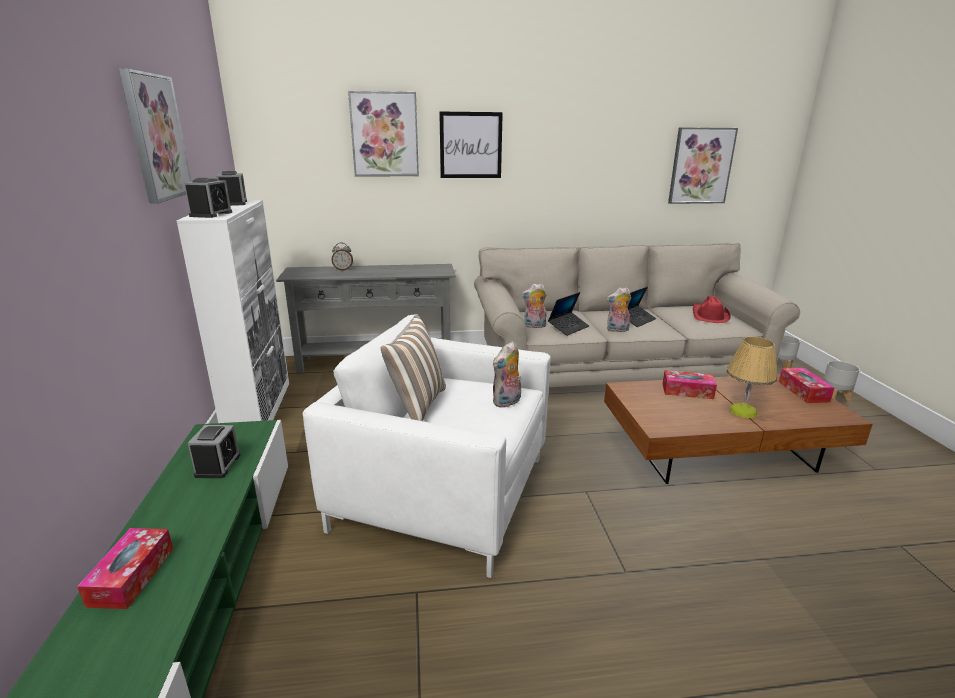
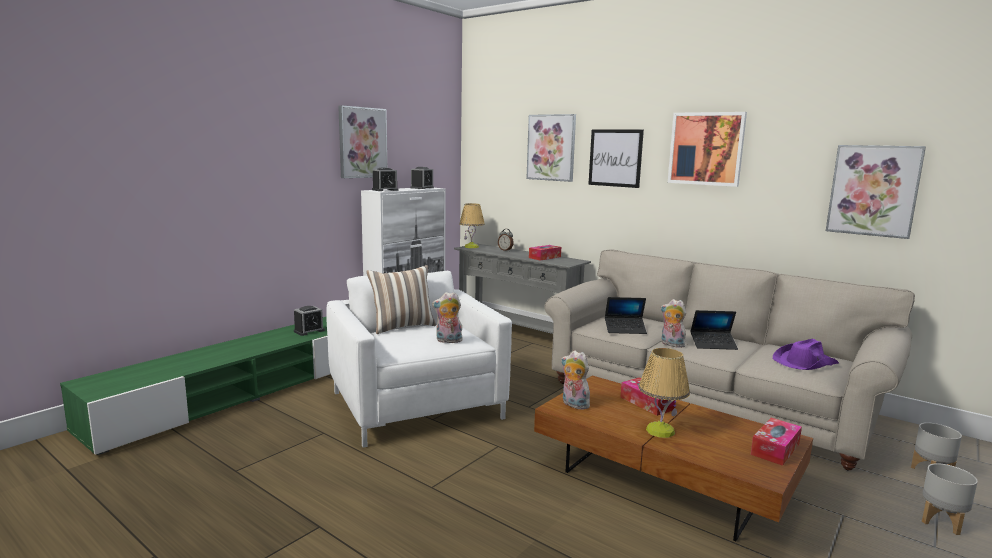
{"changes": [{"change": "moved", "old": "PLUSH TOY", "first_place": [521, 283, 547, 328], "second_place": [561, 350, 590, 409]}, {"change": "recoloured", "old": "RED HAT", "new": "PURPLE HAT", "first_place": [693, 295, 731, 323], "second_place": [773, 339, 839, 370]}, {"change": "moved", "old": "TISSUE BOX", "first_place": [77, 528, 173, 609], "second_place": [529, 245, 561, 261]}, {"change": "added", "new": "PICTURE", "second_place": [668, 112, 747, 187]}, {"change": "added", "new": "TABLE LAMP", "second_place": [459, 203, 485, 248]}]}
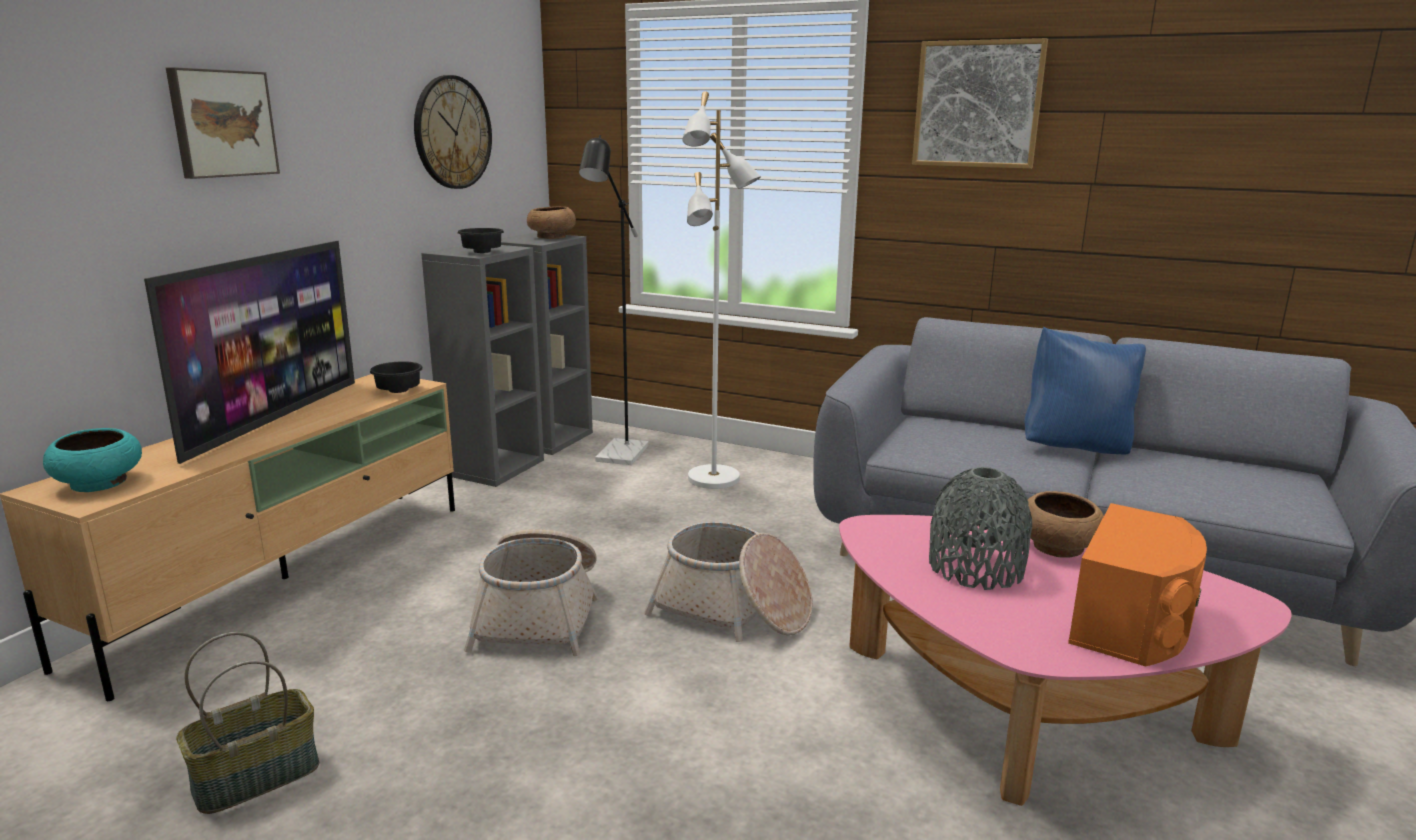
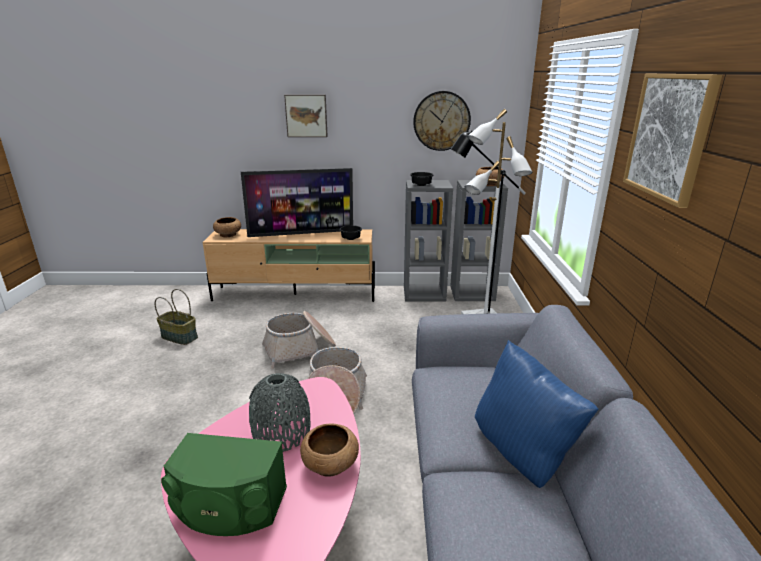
{"changes": [{"change": "recoloured", "old": "TURQUOISE BOWL", "new": "BROWN BOWL", "first_place": [43, 428, 142, 492], "second_place": [213, 217, 241, 237]}, {"change": "recoloured", "old": "ORANGE SPEAKER", "new": "GREEN SPEAKER", "first_place": [1068, 503, 1207, 666], "second_place": [161, 433, 287, 536]}]}
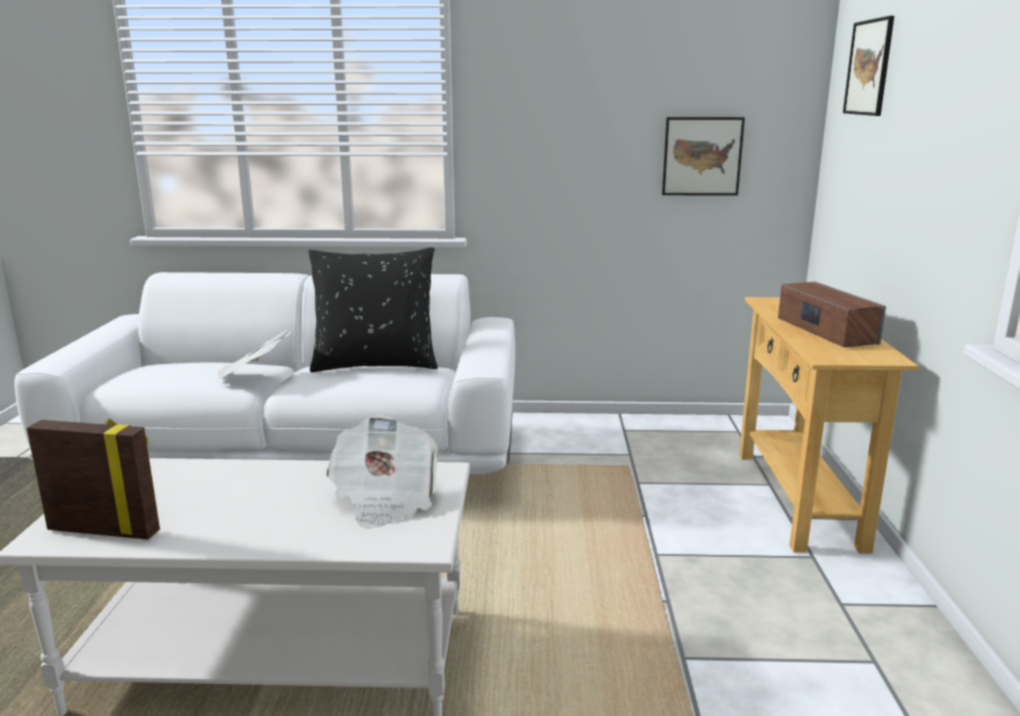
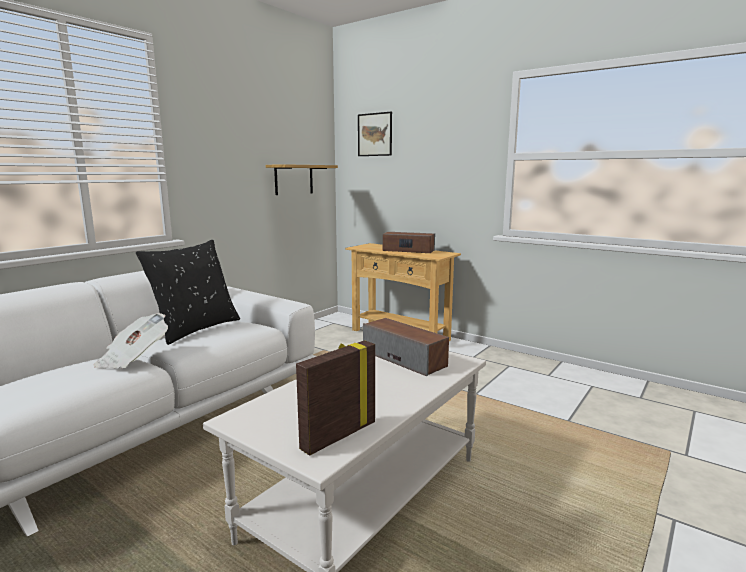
{"changes": [{"change": "replaced", "old": "PICTURE", "new": "SHELF", "first_place": [662, 117, 745, 196], "second_place": [266, 164, 338, 195]}, {"change": "replaced", "old": "NEWSPAPER", "new": "SPEAKER", "first_place": [326, 415, 438, 529], "second_place": [363, 318, 449, 376]}]}
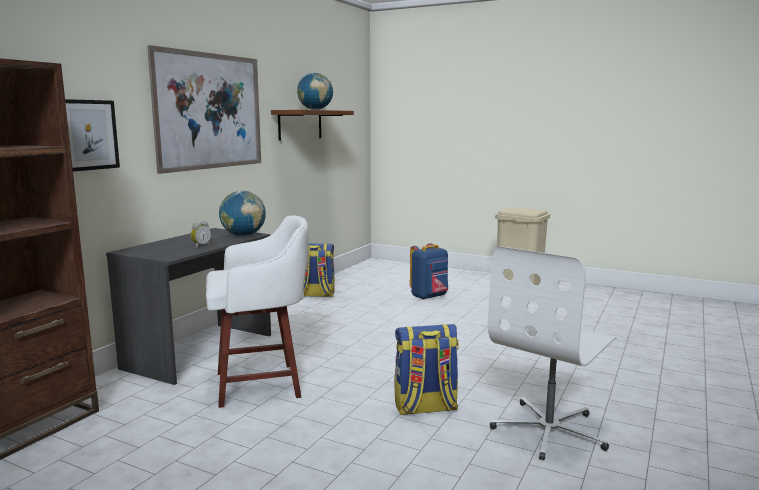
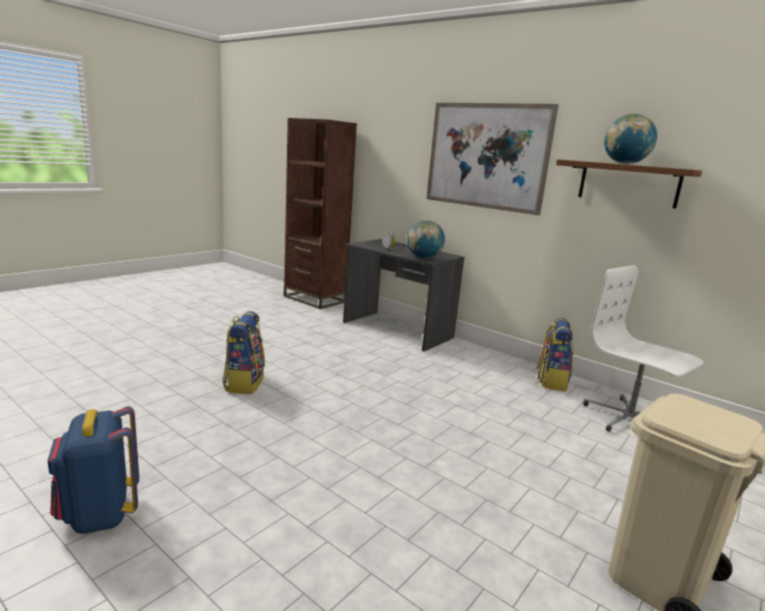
{"changes": [{"change": "removed", "old": "PICTURE", "first_place": [65, 99, 120, 172]}, {"change": "removed", "old": "WHITE STOOL", "first_place": [206, 215, 309, 408]}, {"change": "moved", "old": "BLUE BACKPACK", "first_place": [410, 243, 448, 300], "second_place": [48, 406, 139, 534]}, {"change": "moved", "old": "WHITE OFFICE CHAIR", "first_place": [488, 246, 617, 460], "second_place": [583, 265, 703, 432]}]}
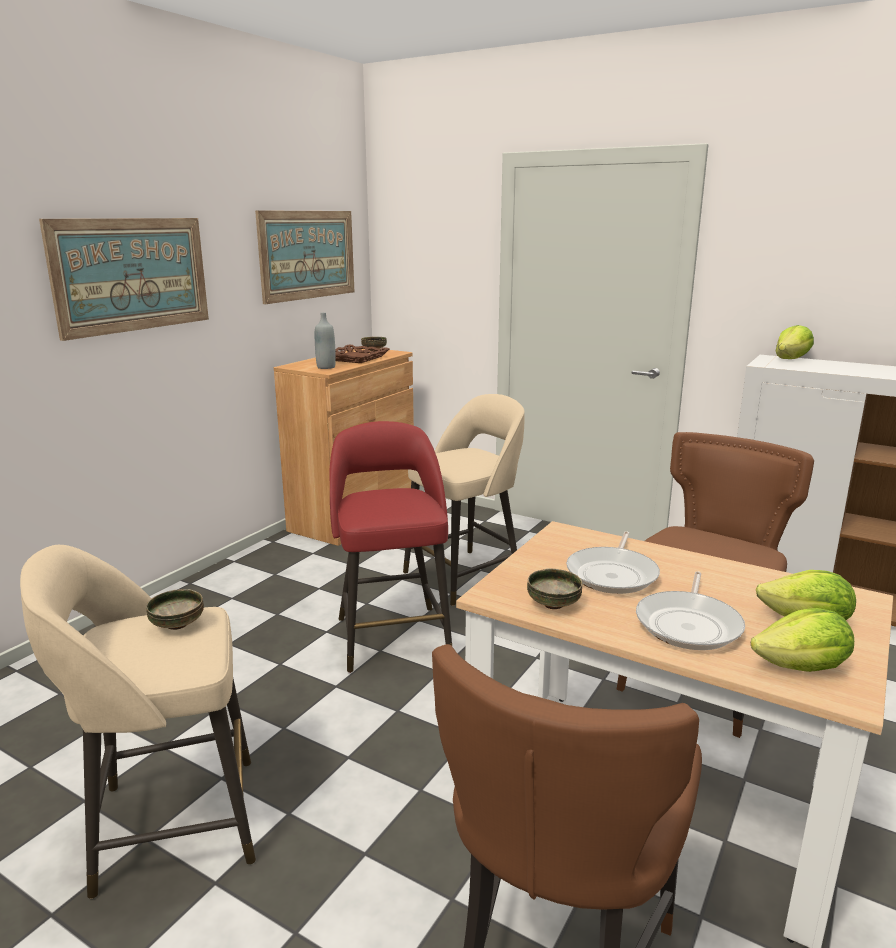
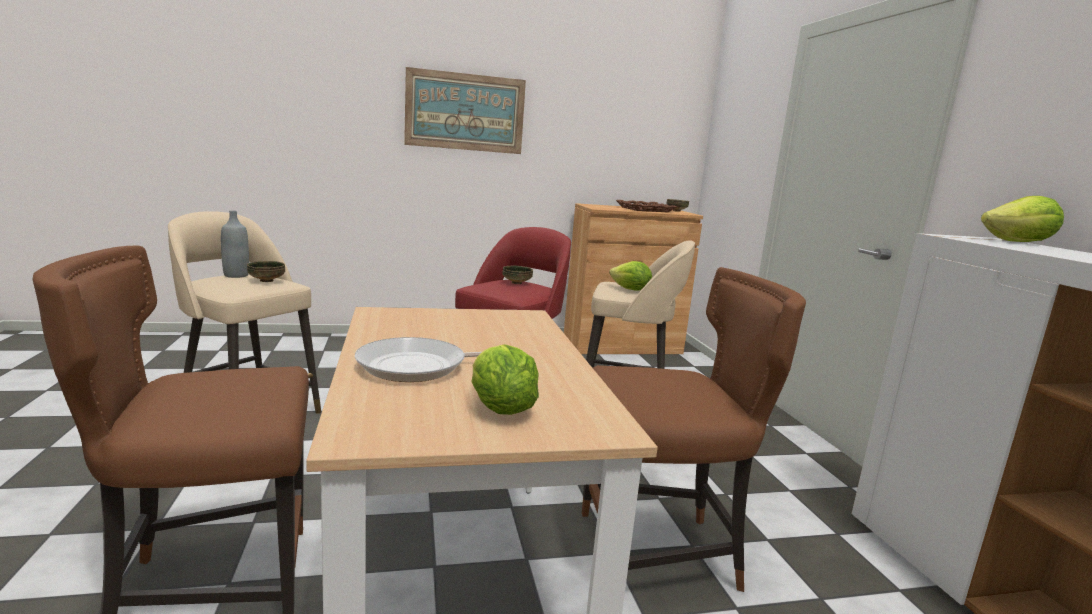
{"changes": [{"change": "removed", "old": "PICTURE", "first_place": [255, 210, 354, 304]}, {"change": "moved", "old": "GREY BOTTLE", "first_place": [315, 312, 336, 369], "second_place": [221, 210, 249, 278]}, {"change": "removed", "old": "FRYING PAN", "first_place": [566, 531, 660, 594]}, {"change": "moved", "old": "BOWL", "first_place": [527, 568, 582, 609], "second_place": [502, 266, 533, 284]}, {"change": "moved", "old": "LETTUCE", "first_place": [751, 608, 854, 672], "second_place": [609, 261, 652, 291]}]}
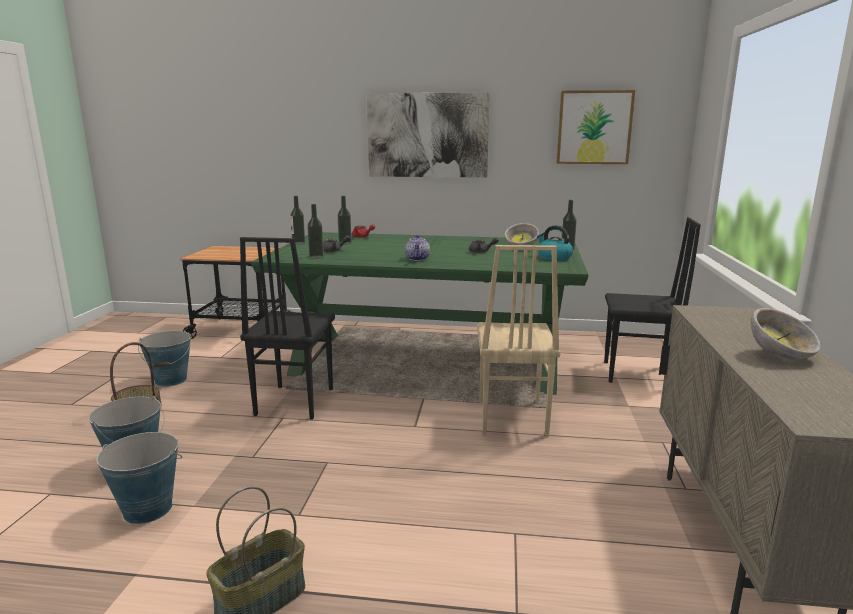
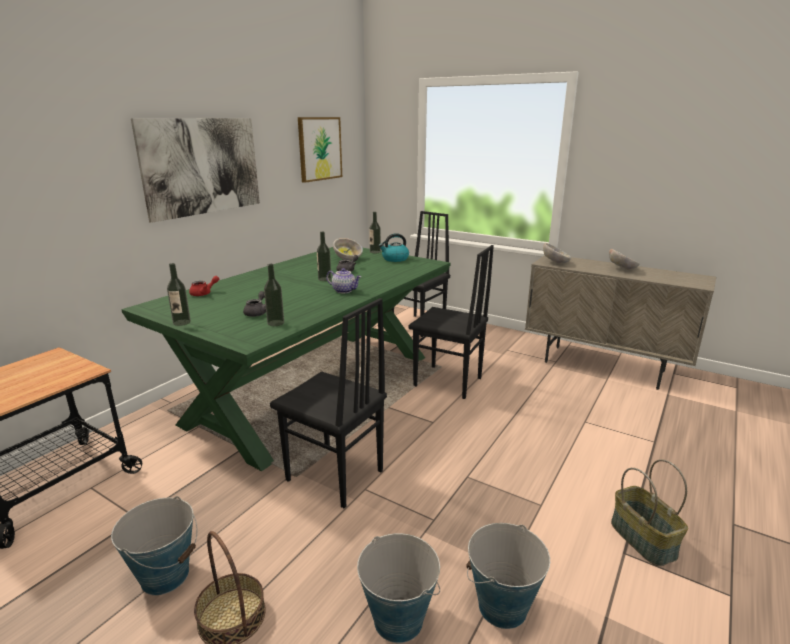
{"changes": [{"change": "moved", "old": "BOTTLE", "first_place": [338, 196, 352, 245], "second_place": [317, 231, 331, 281]}, {"change": "recoloured", "old": "BEIGE CHAIR", "new": "BLACK CHAIR", "first_place": [477, 245, 561, 437], "second_place": [409, 245, 494, 399]}, {"change": "added", "new": "BOWL", "second_place": [543, 243, 571, 264]}]}
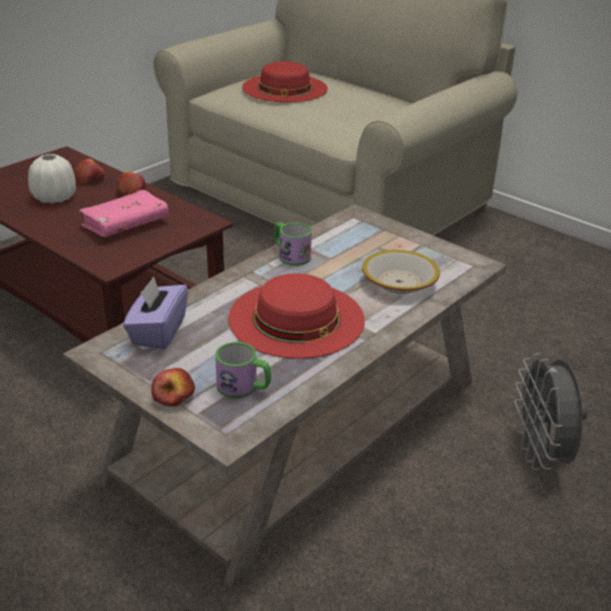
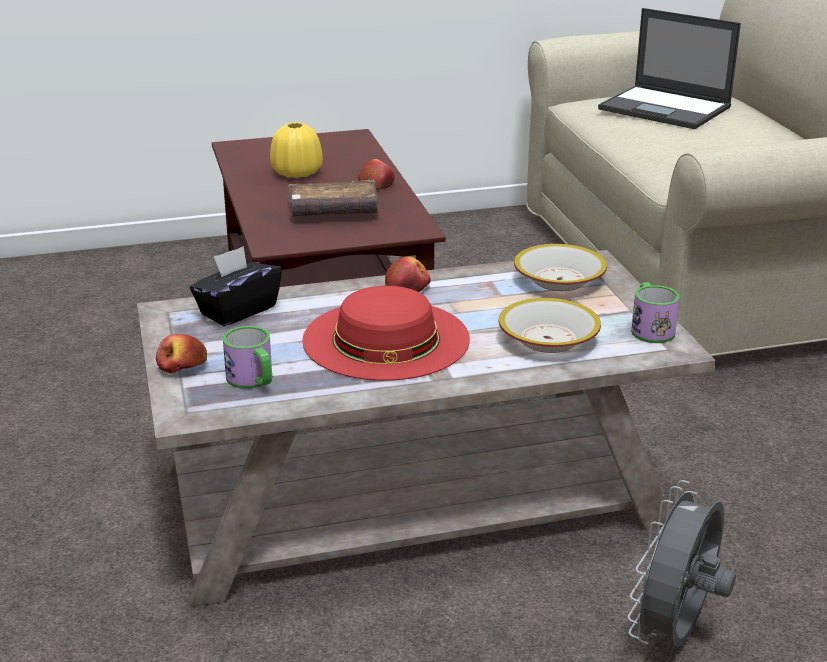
{"changes": [{"change": "replaced", "old": "RED HAT", "new": "LAPTOP", "first_place": [242, 61, 328, 102], "second_place": [598, 8, 741, 129]}, {"change": "recoloured", "old": "WHITE VASE", "new": "YELLOW VASE", "first_place": [28, 154, 76, 204], "second_place": [270, 122, 323, 178]}, {"change": "moved", "old": "APPLE", "first_place": [74, 159, 105, 185], "second_place": [385, 257, 431, 292]}, {"change": "recoloured", "old": "PINK BOOK", "new": "BROWN BOOK", "first_place": [79, 190, 169, 237], "second_place": [288, 180, 379, 216]}, {"change": "moved", "old": "MUG", "first_place": [274, 222, 312, 266], "second_place": [631, 282, 680, 343]}, {"change": "recoloured", "old": "PURPLE TISSUE BOX", "new": "BLACK TISSUE BOX", "first_place": [123, 276, 188, 349], "second_place": [190, 246, 282, 326]}, {"change": "added", "new": "BOWL", "second_place": [514, 244, 607, 291]}]}
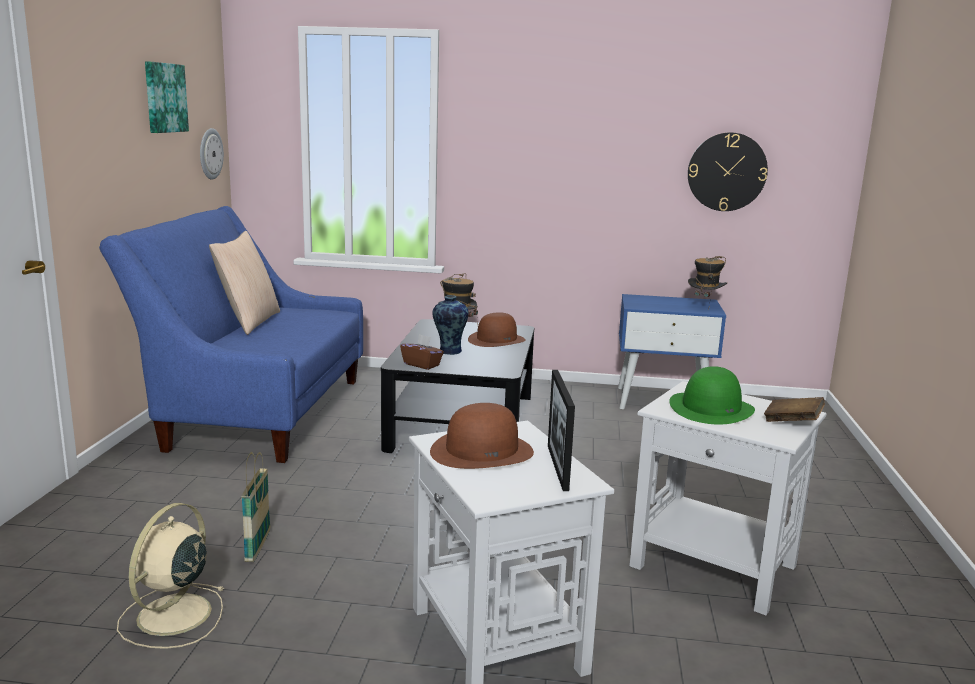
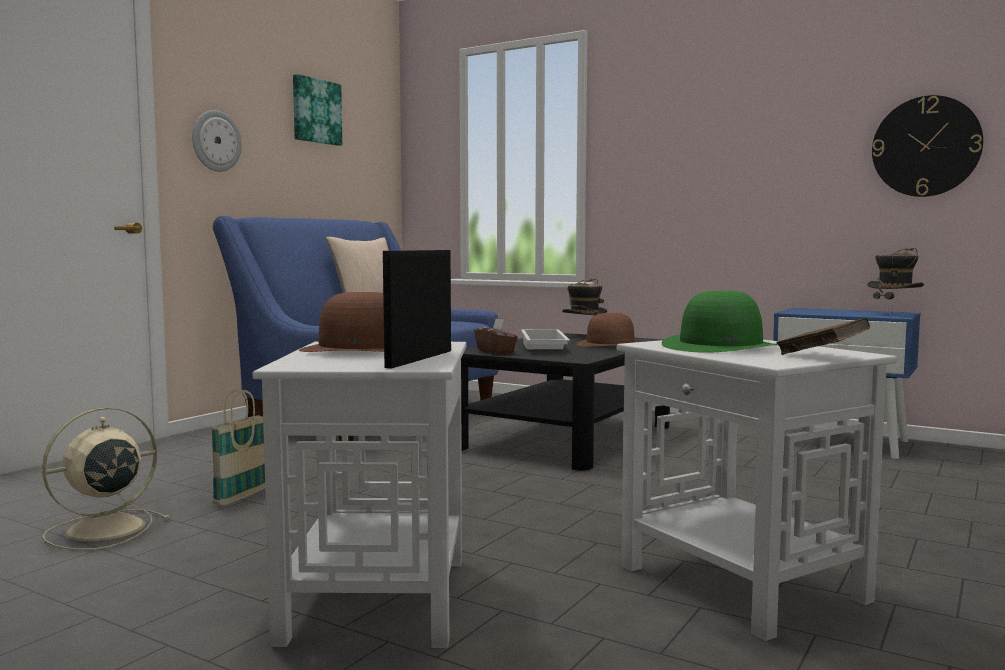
{"changes": [{"change": "moved", "old": "WALL CLOCK", "first_place": [200, 128, 224, 180], "second_place": [192, 110, 242, 172]}, {"change": "replaced", "old": "VASE", "new": "WHITE TRAY", "first_place": [432, 295, 469, 355], "second_place": [521, 329, 570, 349]}]}
